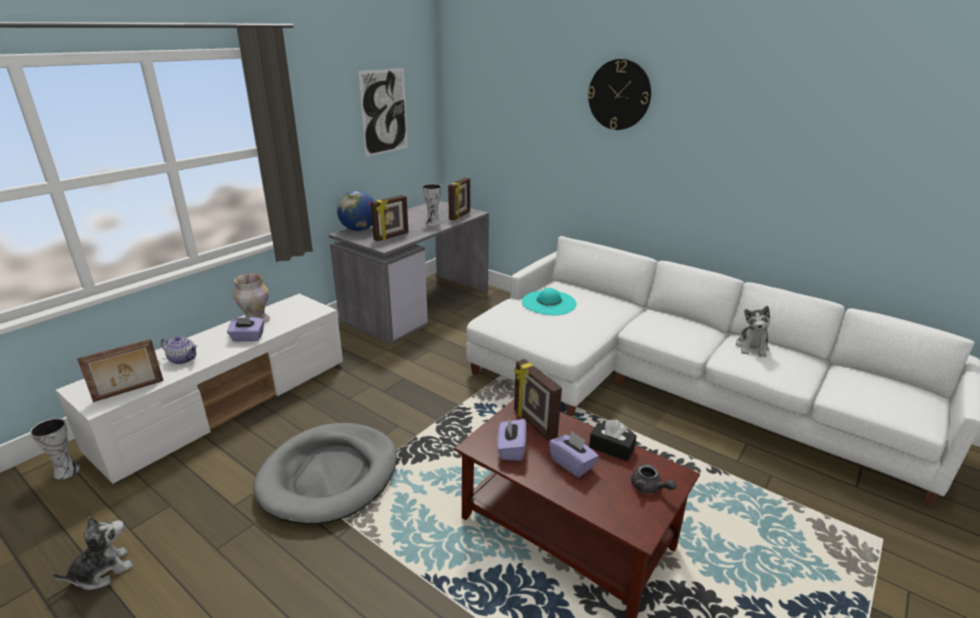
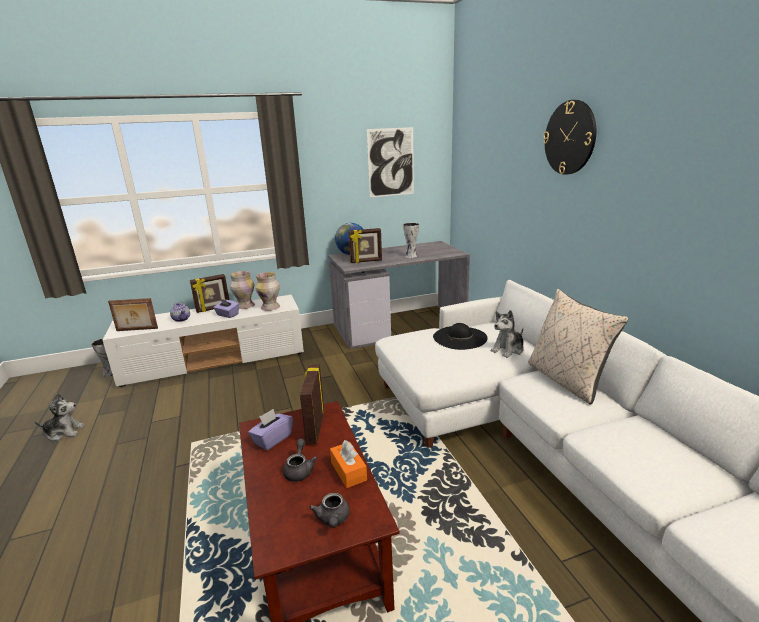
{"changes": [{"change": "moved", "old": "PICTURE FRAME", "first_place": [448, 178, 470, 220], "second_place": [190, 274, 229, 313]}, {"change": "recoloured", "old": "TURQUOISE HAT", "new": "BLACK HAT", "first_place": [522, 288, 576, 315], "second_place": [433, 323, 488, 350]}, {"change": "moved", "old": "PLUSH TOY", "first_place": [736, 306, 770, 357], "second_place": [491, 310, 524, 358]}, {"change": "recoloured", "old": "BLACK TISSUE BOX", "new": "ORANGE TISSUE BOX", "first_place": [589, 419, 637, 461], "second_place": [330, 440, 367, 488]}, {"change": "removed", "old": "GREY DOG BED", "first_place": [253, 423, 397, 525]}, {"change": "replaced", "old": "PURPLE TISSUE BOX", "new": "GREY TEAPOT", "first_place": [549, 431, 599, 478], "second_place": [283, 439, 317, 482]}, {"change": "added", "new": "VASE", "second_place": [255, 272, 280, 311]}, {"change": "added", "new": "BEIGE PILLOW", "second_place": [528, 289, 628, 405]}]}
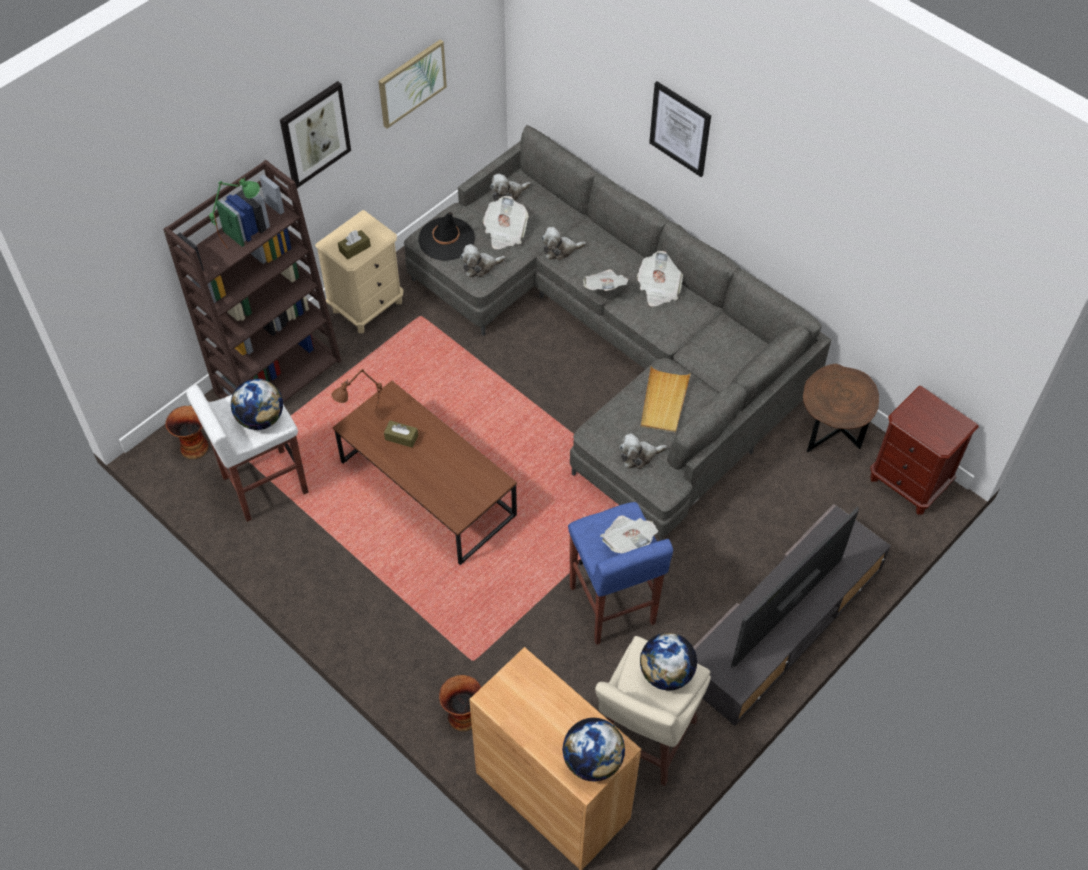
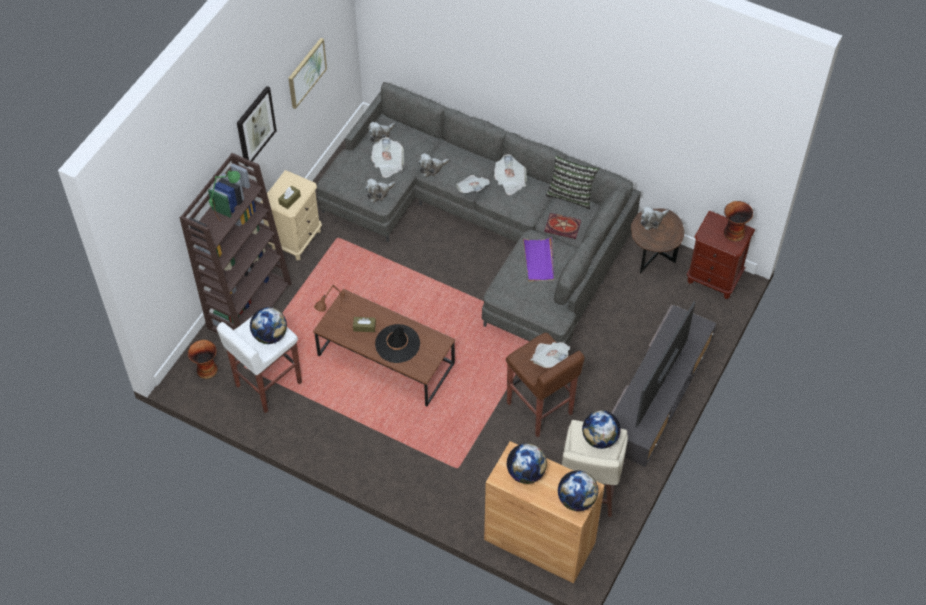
{"changes": [{"change": "removed", "old": "PICTURE", "first_place": [649, 81, 711, 177]}, {"change": "moved", "old": "BLACK HAT", "first_place": [418, 212, 475, 260], "second_place": [375, 324, 420, 363]}, {"change": "recoloured", "old": "BEIGE TRAY", "new": "PURPLE TRAY", "first_place": [641, 366, 691, 433], "second_place": [523, 237, 554, 282]}, {"change": "moved", "old": "PLUSH TOY", "first_place": [619, 434, 667, 469], "second_place": [640, 206, 669, 230]}, {"change": "recoloured", "old": "BLUE STOOL", "new": "BROWN STOOL", "first_place": [568, 502, 673, 645], "second_place": [506, 333, 584, 437]}, {"change": "moved", "old": "VASE", "first_place": [439, 675, 482, 732], "second_place": [724, 201, 753, 242]}, {"change": "added", "new": "PILLOW", "second_place": [546, 156, 599, 210]}, {"change": "added", "new": "BOOK", "second_place": [544, 213, 581, 239]}, {"change": "added", "new": "GLOBE", "second_place": [507, 443, 547, 484]}]}
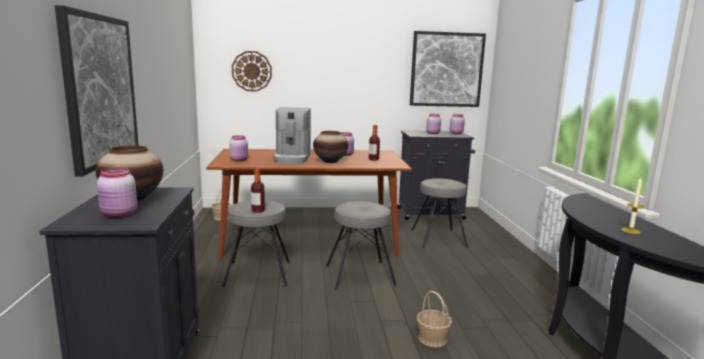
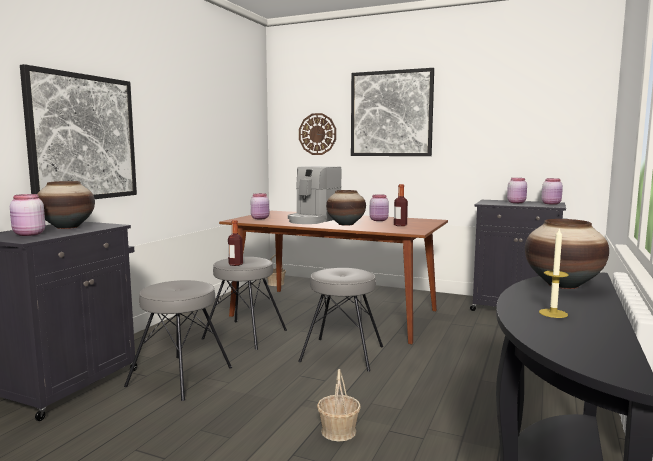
{"changes": [{"change": "moved", "old": "PICTURE", "first_place": [410, 31, 486, 107], "second_place": [351, 68, 434, 156]}, {"change": "moved", "old": "GREY STOOL", "first_place": [412, 178, 468, 248], "second_place": [124, 280, 232, 401]}, {"change": "added", "new": "VASE", "second_place": [525, 219, 609, 289]}]}
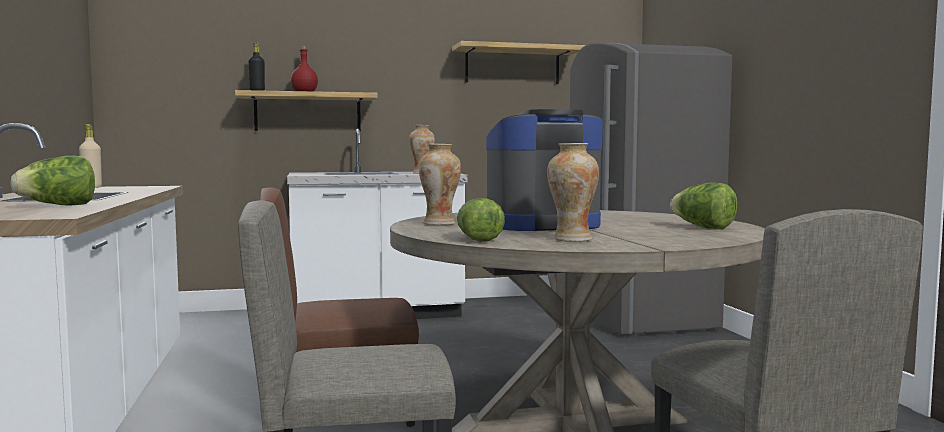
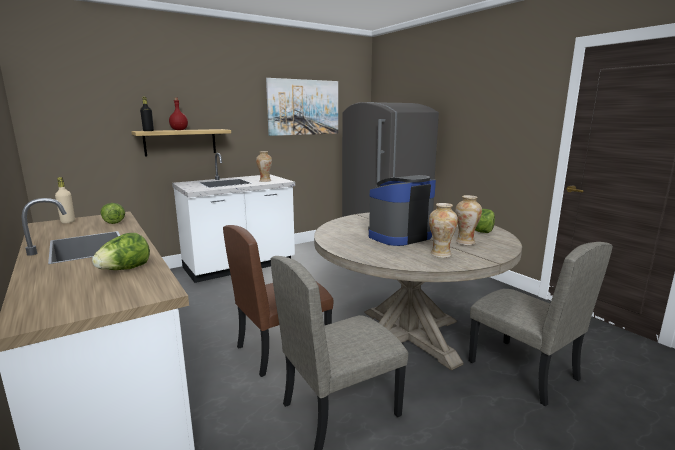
{"changes": [{"change": "replaced", "old": "SHELF", "new": "PICTURE", "first_place": [452, 41, 585, 84], "second_place": [266, 78, 338, 136]}, {"change": "moved", "old": "VASE", "first_place": [419, 144, 461, 225], "second_place": [455, 195, 482, 245]}, {"change": "moved", "old": "LETTUCE", "first_place": [457, 198, 505, 242], "second_place": [100, 203, 125, 224]}]}
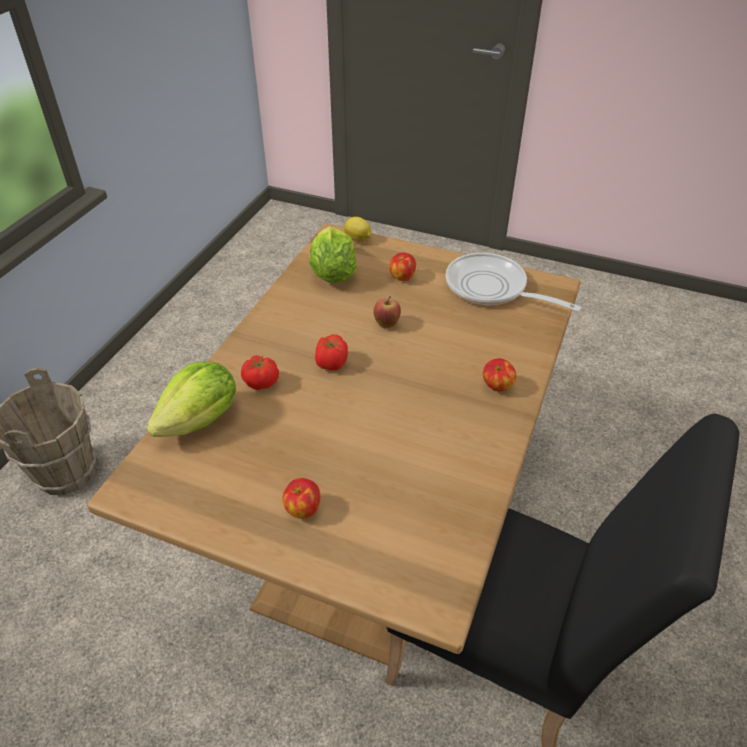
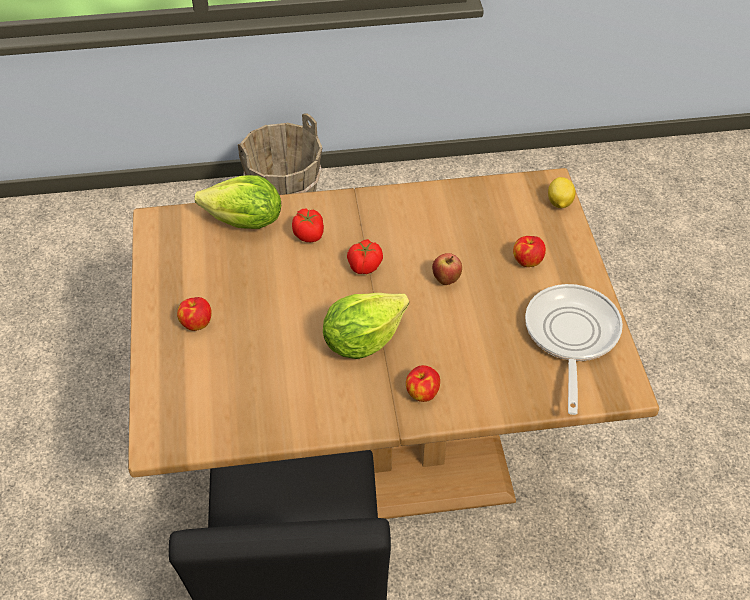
{"changes": [{"change": "moved", "old": "LETTUCE", "first_place": [309, 226, 357, 283], "second_place": [323, 293, 409, 359]}]}
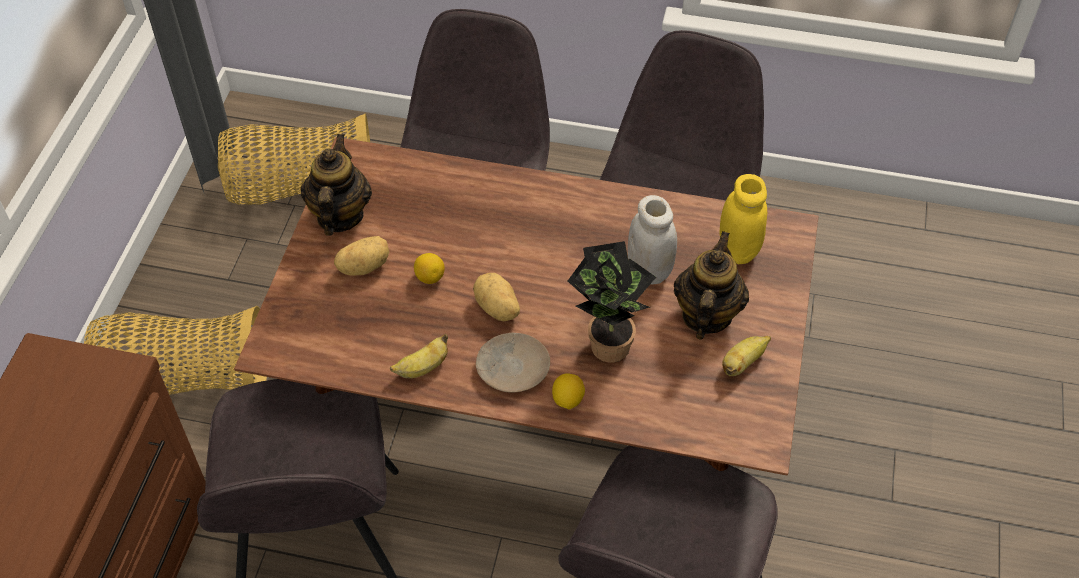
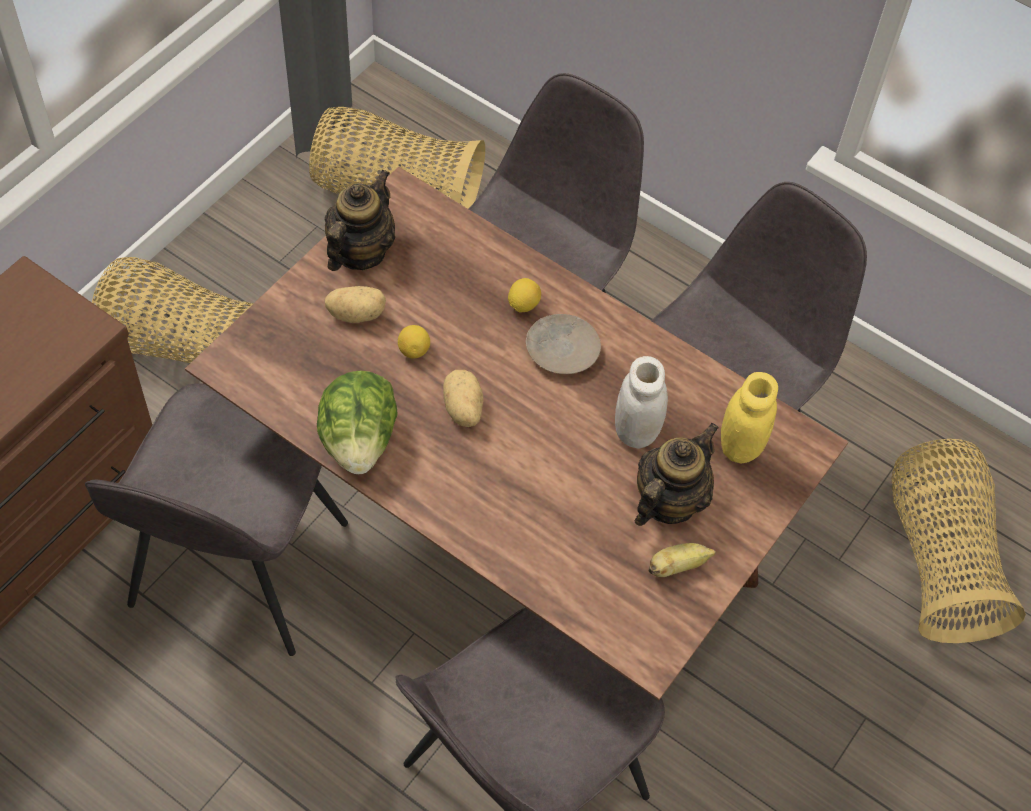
{"changes": [{"change": "removed", "old": "POTTED PLANT", "first_place": [568, 241, 656, 363]}, {"change": "moved", "old": "BEIGE PLATE", "first_place": [476, 333, 550, 393], "second_place": [526, 314, 601, 374]}, {"change": "replaced", "old": "BANANA", "new": "LETTUCE", "first_place": [390, 334, 448, 378], "second_place": [317, 370, 398, 474]}, {"change": "moved", "old": "LEMON", "first_place": [552, 373, 585, 409], "second_place": [508, 278, 541, 313]}, {"change": "added", "new": "BASKET", "second_place": [891, 439, 1026, 643]}]}
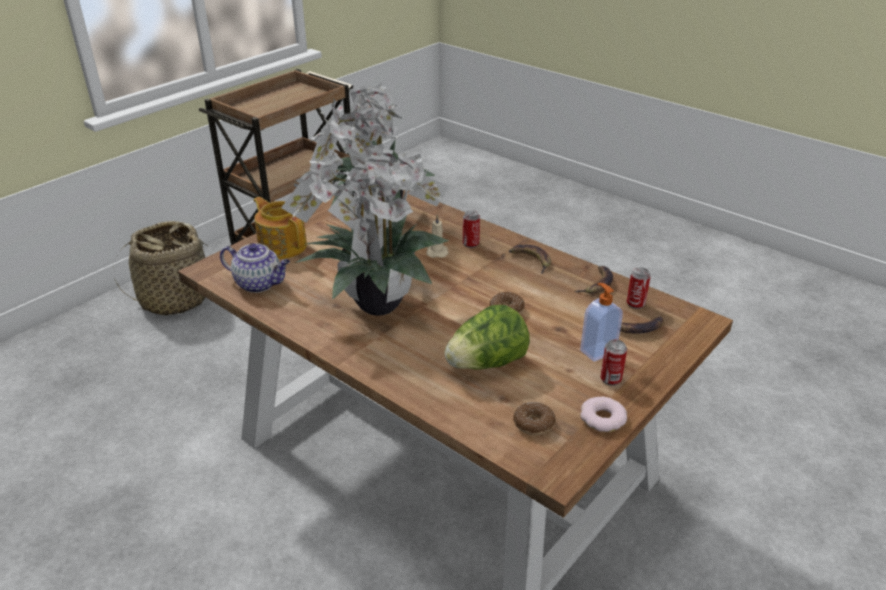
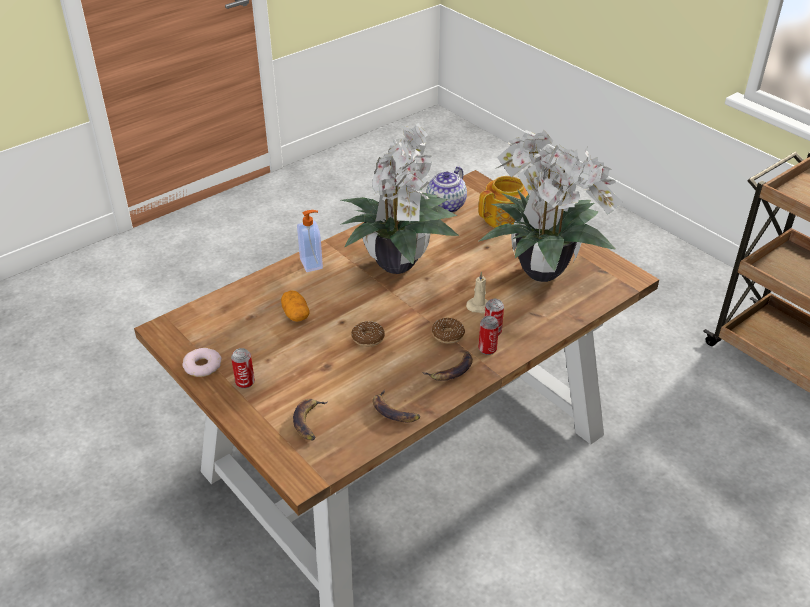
{"changes": [{"change": "removed", "old": "BASKET", "first_place": [113, 221, 206, 316]}, {"change": "moved", "old": "CAN", "first_place": [626, 267, 651, 309], "second_place": [478, 316, 499, 355]}, {"change": "moved", "old": "SOAP DISPENSER", "first_place": [580, 283, 623, 362], "second_place": [297, 210, 323, 272]}, {"change": "replaced", "old": "LETTUCE", "new": "POTATO", "first_place": [445, 305, 530, 369], "second_place": [281, 291, 310, 322]}, {"change": "moved", "old": "DONUT", "first_place": [513, 402, 556, 435], "second_place": [432, 318, 465, 344]}]}
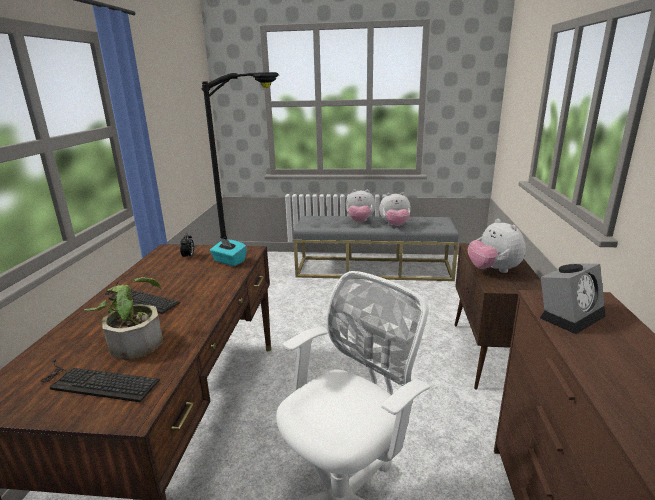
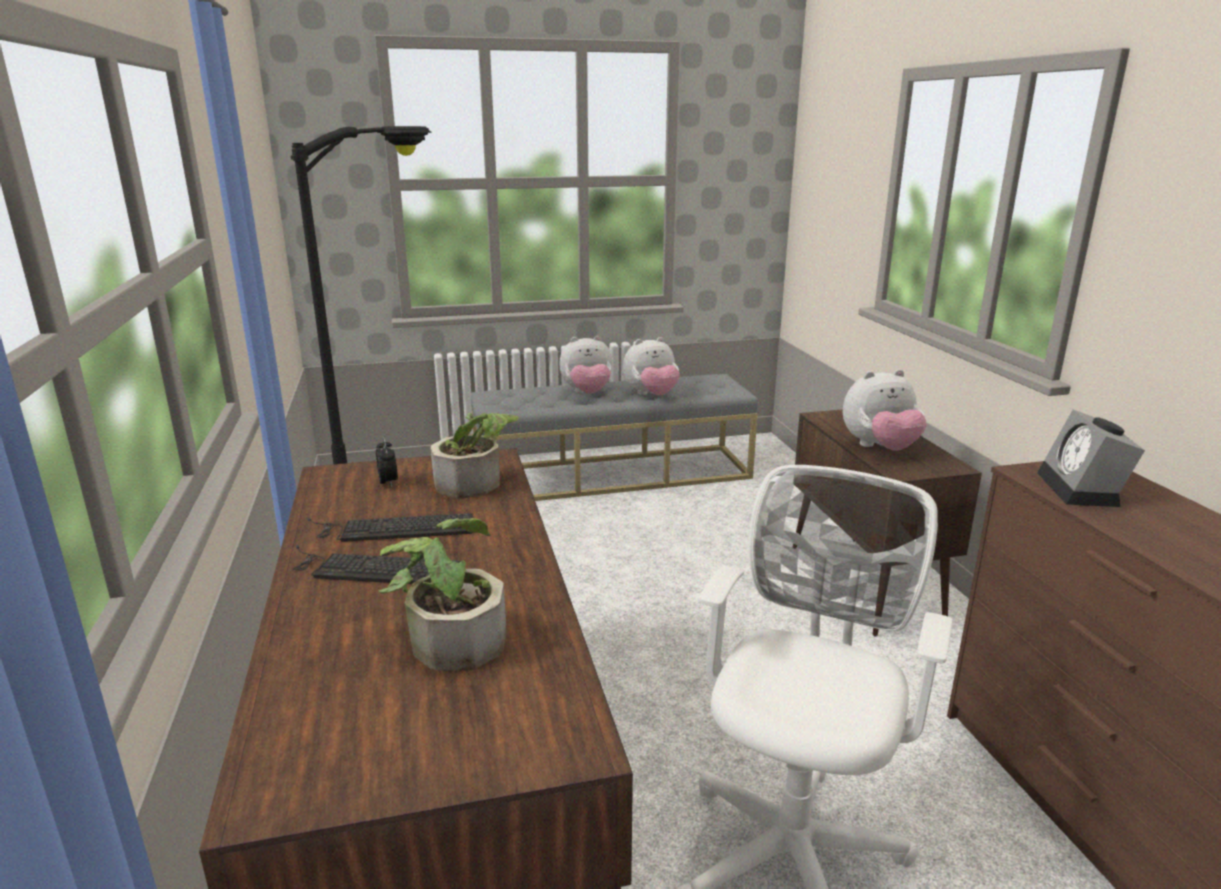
{"changes": [{"change": "turned", "old": "PLUSH TOY", "first_place": [468, 219, 526, 273], "second_place": [843, 369, 927, 451], "degrees": -60}, {"change": "replaced", "old": "TURQUOISE TISSUE BOX", "new": "POTTED PLANT", "first_place": [210, 237, 247, 266], "second_place": [430, 413, 519, 499]}, {"change": "turned", "old": "ALARM CLOCK", "first_place": [540, 264, 605, 334], "second_place": [1037, 409, 1145, 507], "degrees": 150}, {"change": "moved", "old": "KEYBOARD", "first_place": [41, 359, 160, 403], "second_place": [307, 513, 473, 542]}]}
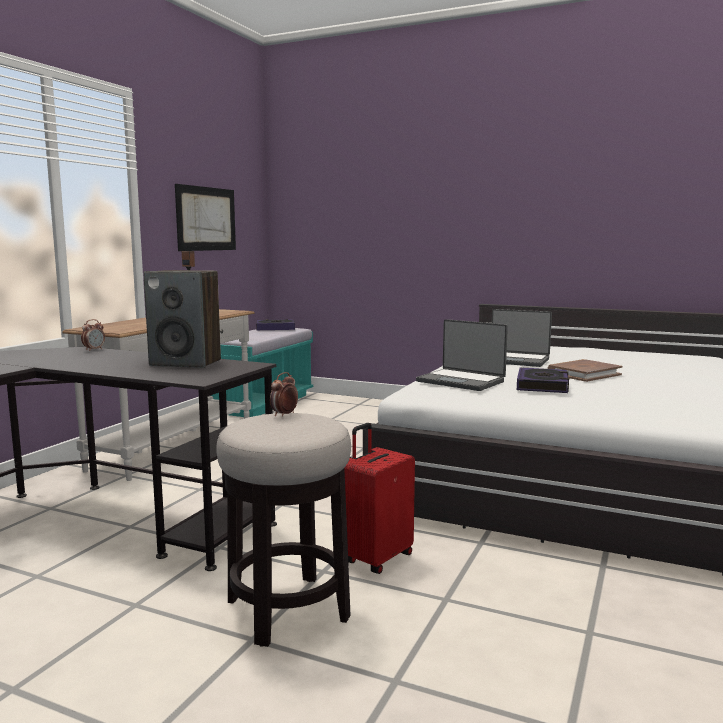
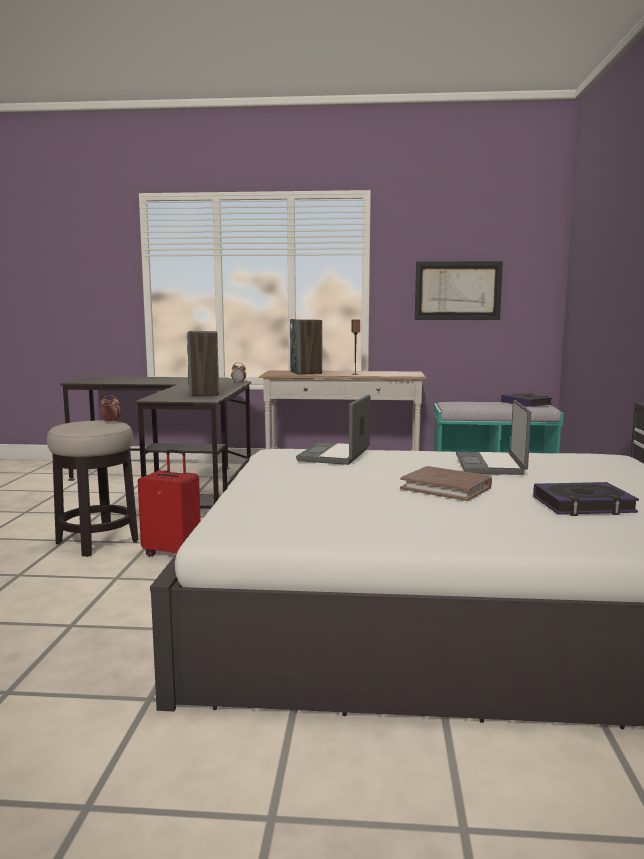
{"changes": [{"change": "moved", "old": "BOOK", "first_place": [517, 367, 569, 393], "second_place": [533, 482, 639, 516]}, {"change": "added", "new": "SPEAKER", "second_place": [290, 319, 322, 375]}]}
